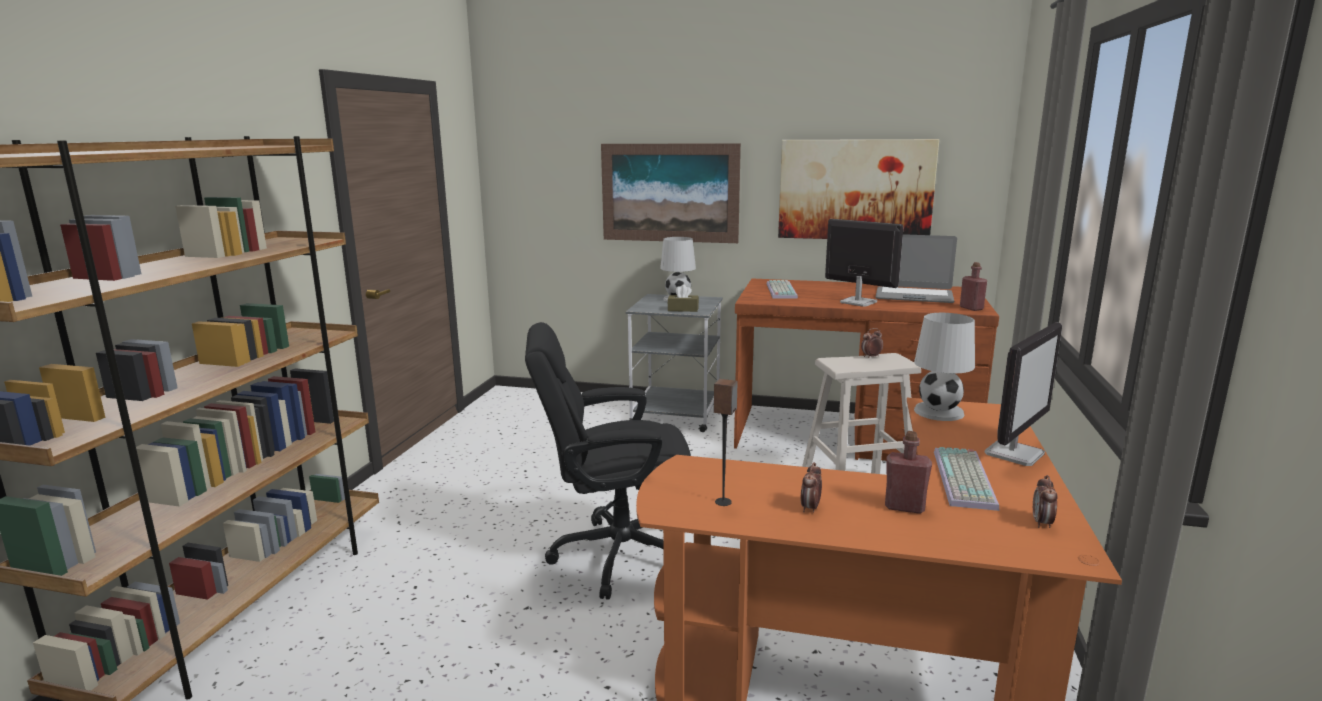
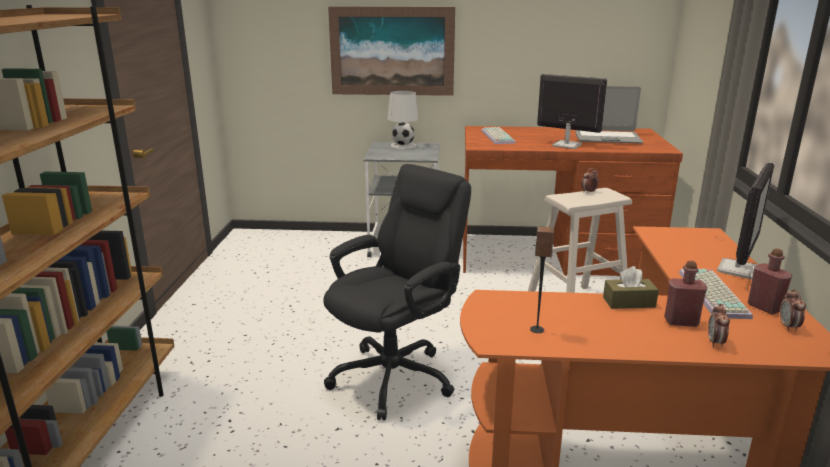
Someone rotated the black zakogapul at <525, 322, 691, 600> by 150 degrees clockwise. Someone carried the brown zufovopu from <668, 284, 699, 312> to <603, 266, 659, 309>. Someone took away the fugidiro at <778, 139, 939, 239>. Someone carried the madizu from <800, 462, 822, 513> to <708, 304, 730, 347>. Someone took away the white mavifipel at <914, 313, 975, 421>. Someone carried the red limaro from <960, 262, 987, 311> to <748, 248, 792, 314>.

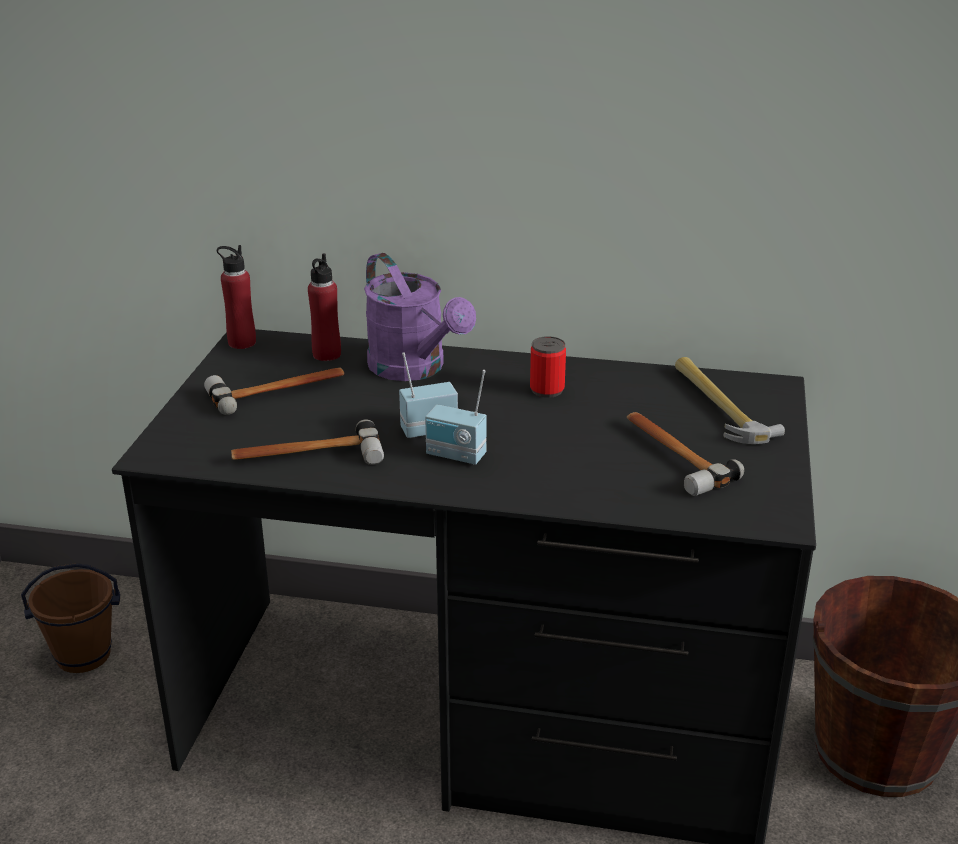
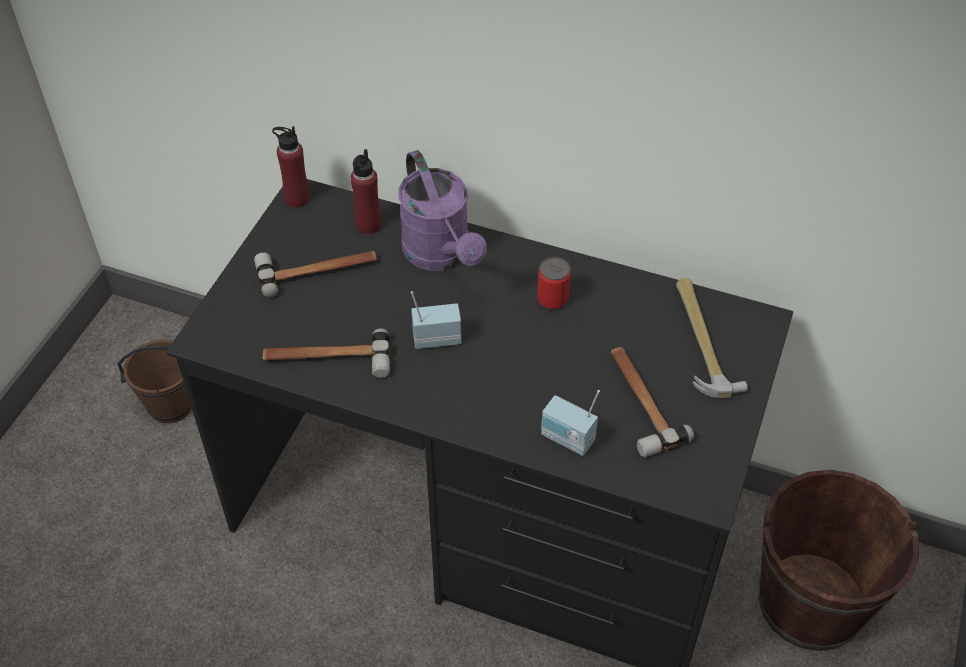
Someone carried the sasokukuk from <425, 370, 487, 465> to <541, 390, 600, 456>.

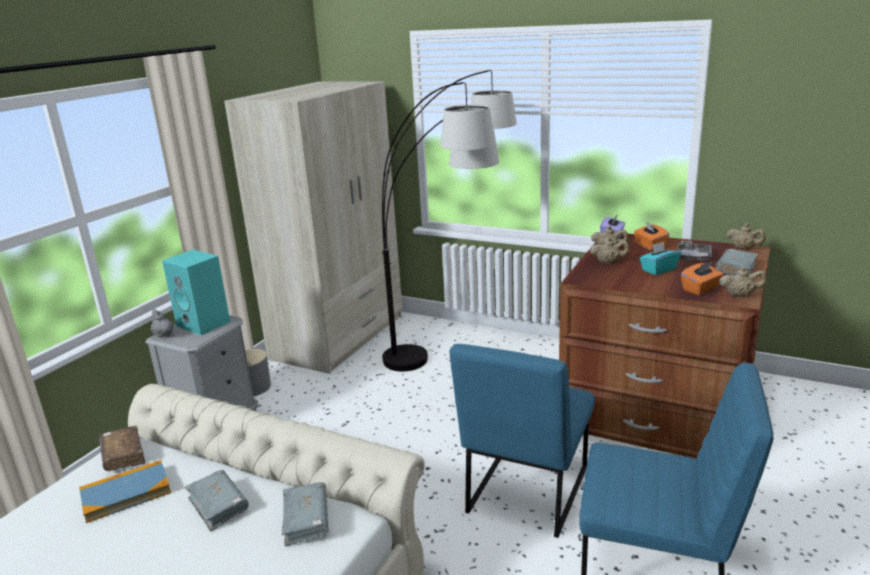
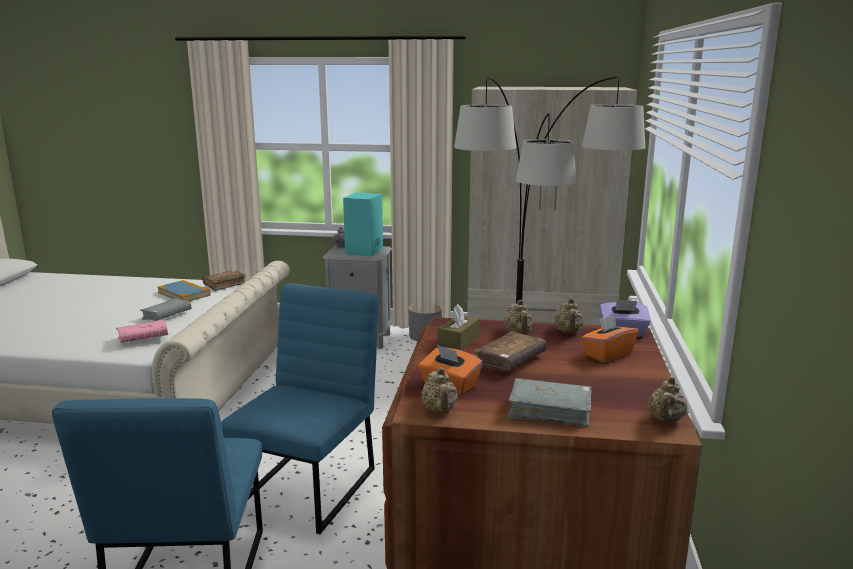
Someone repainted the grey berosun at <282, 482, 328, 546>, which became the pink berosun at <116, 320, 169, 343>. Someone rotated the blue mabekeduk at <450, 344, 595, 538> by 105 degrees clockwise. Someone swapped the turquoise zufovopu at <639, 242, 681, 275> for the brown berosun at <473, 331, 547, 371>. Someone took away the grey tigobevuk at <677, 241, 712, 262>. Someone put down the brown zufovopu at <438, 304, 480, 350>.

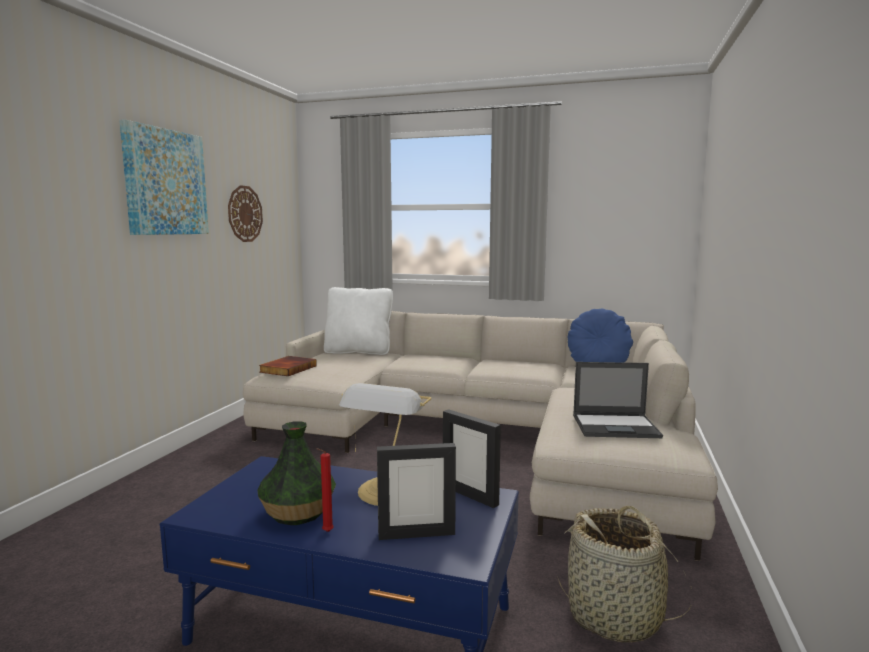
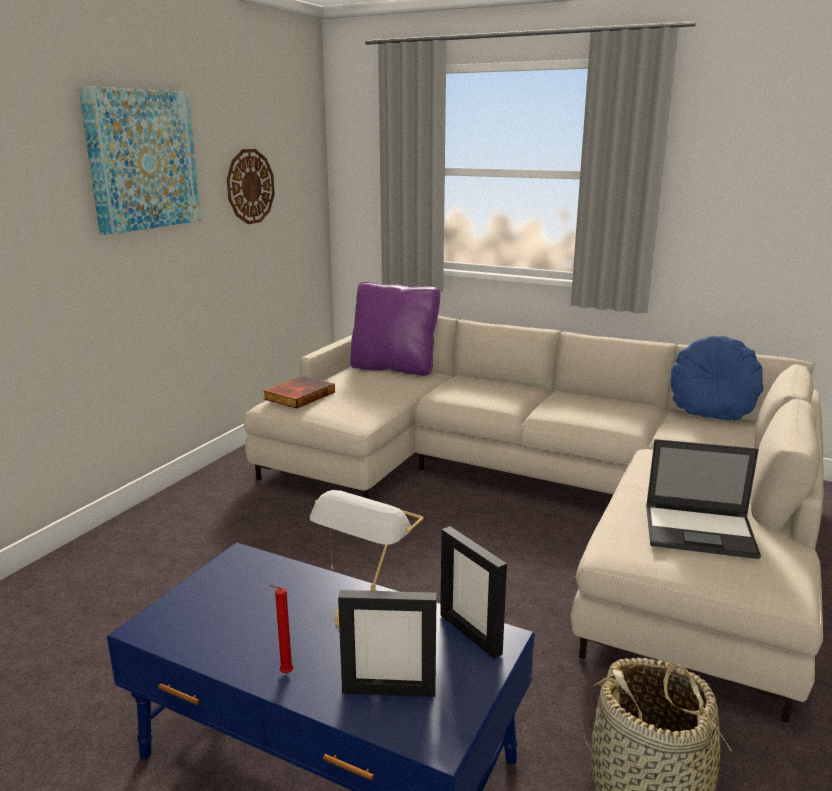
Someone took away the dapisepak at <257, 421, 336, 525>. Someone repainted the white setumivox at <324, 287, 393, 355>, which became the purple setumivox at <350, 282, 440, 376>.

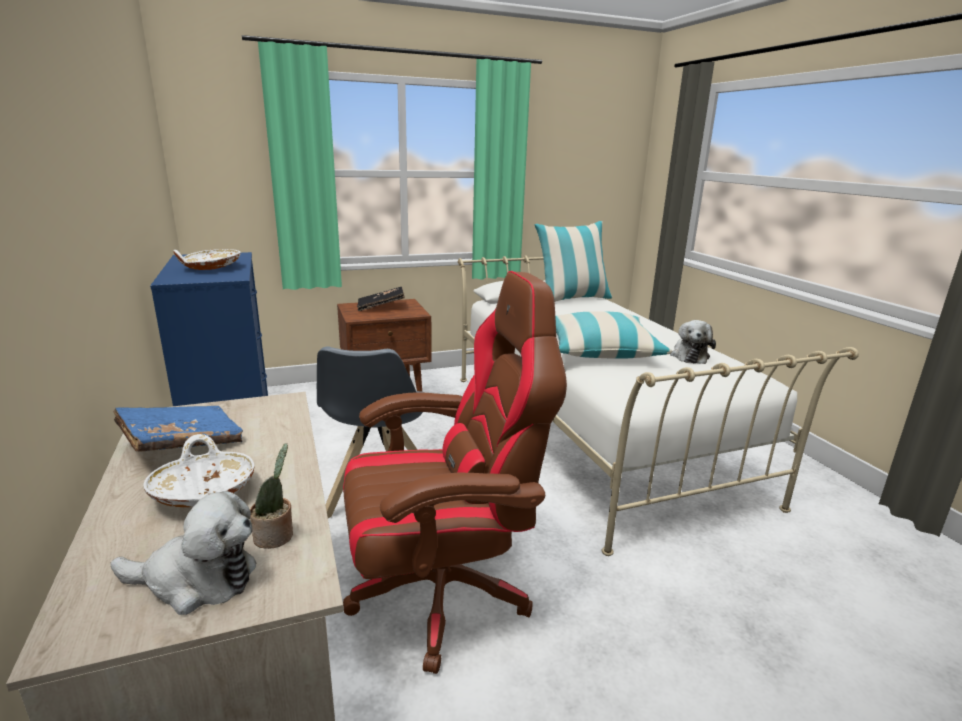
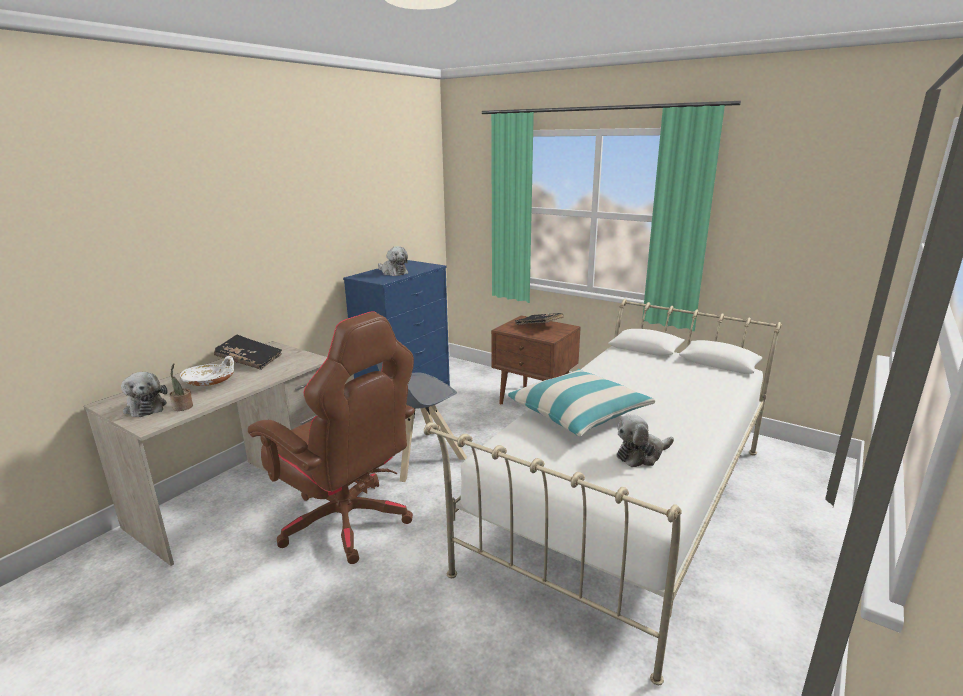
Someone repainted the blue berosun at <113, 406, 243, 452>, which became the black berosun at <214, 335, 282, 370>. Someone swapped the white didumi at <173, 249, 241, 270> for the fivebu at <378, 246, 408, 276>. Someone took away the setumivox at <534, 221, 613, 302>.

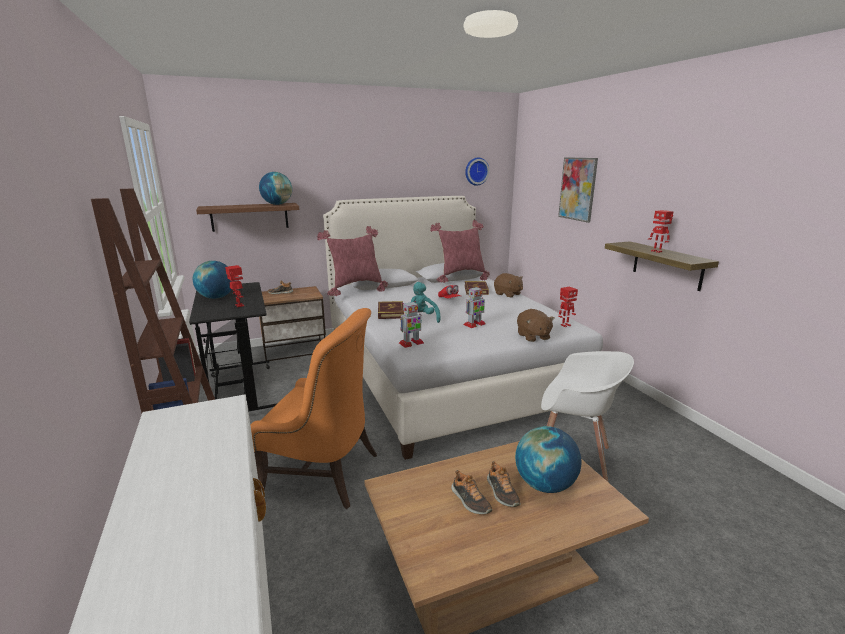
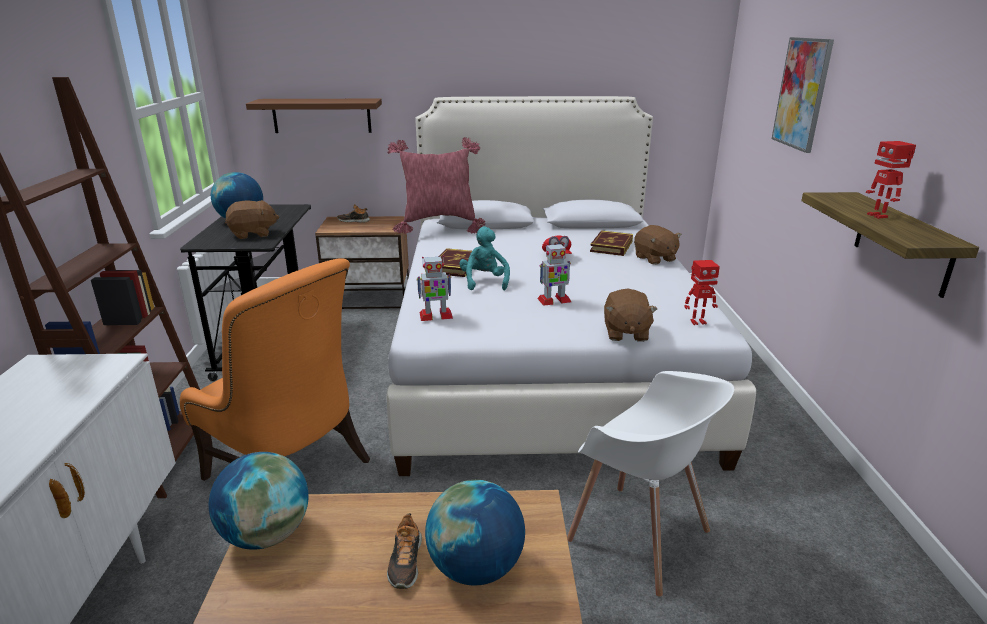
Someone swapped the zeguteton at <225, 265, 244, 307> for the brown fivebu at <225, 200, 279, 239>. Someone carried the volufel from <259, 172, 292, 205> to <209, 452, 309, 550>. Someone took away the red setumivox at <430, 220, 490, 283>. Someone took away the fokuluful at <451, 470, 492, 514>. Someone took away the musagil at <465, 158, 489, 186>.

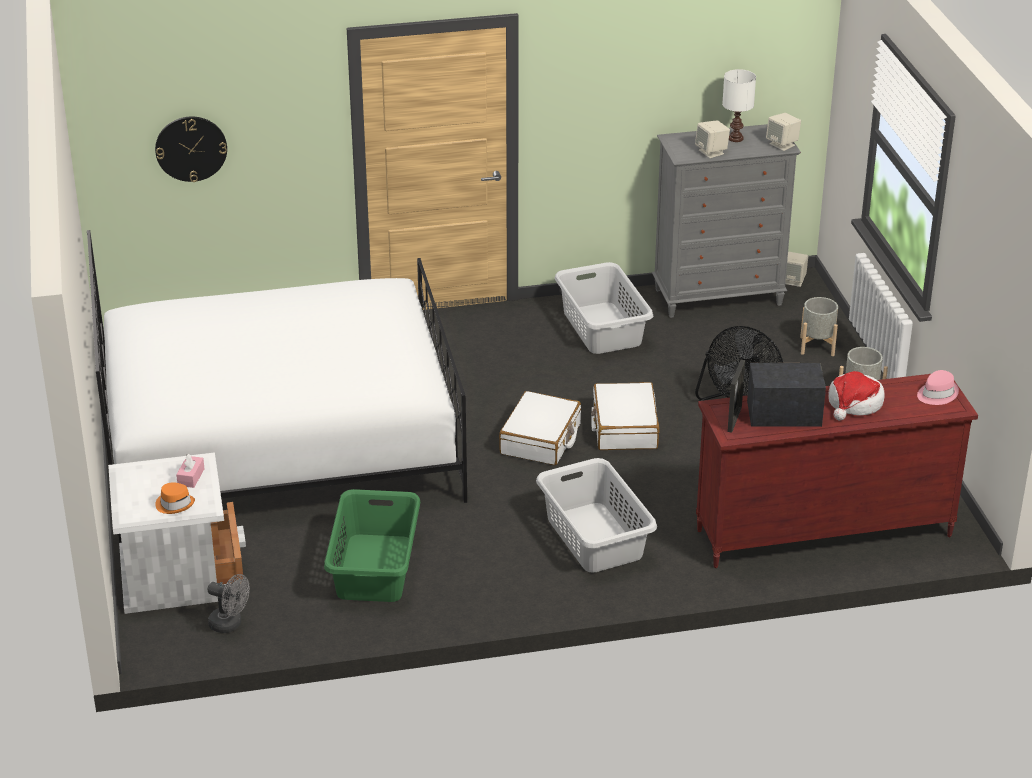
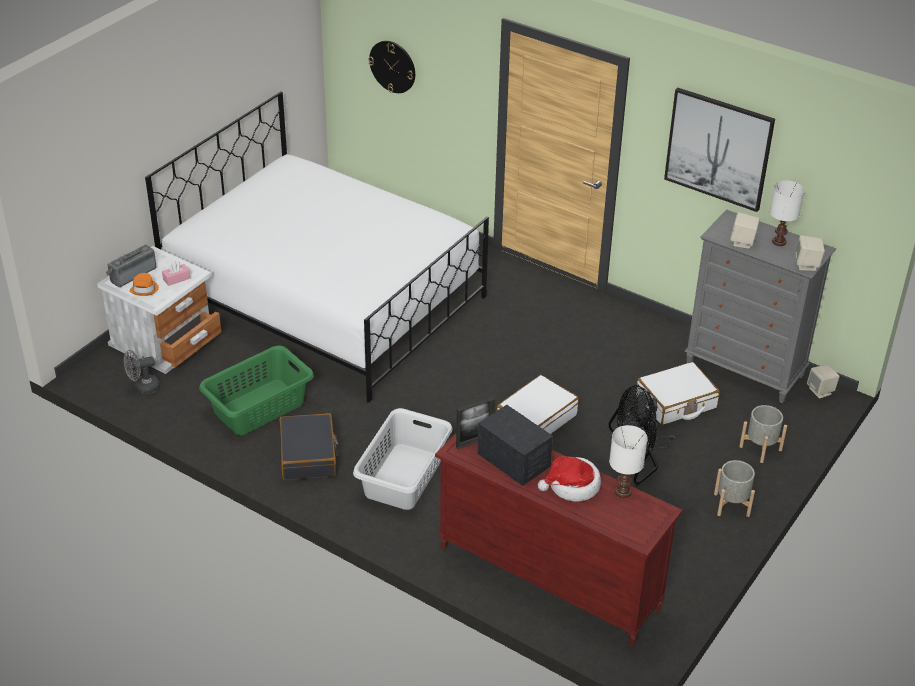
Someone rotated the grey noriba at <208, 574, 250, 633> by 90 degrees clockwise. Someone carried the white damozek from <499, 391, 581, 465> to <636, 362, 720, 425>. Someone took away the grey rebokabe at <555, 262, 653, 354>. Someone took away the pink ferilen at <917, 370, 959, 405>. Someone put down the sasokukuk at <106, 245, 157, 287>. Someone put down the black damozek at <279, 413, 338, 480>. Someone put down the white mavifipel at <609, 425, 648, 498>. Someone put up the fugidiro at <664, 88, 775, 212>.

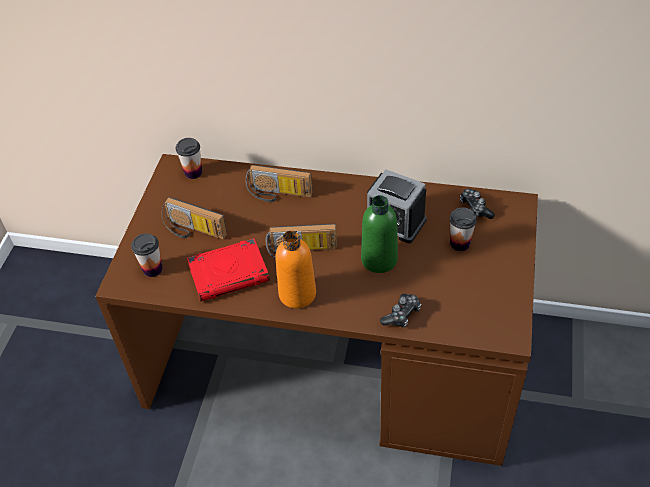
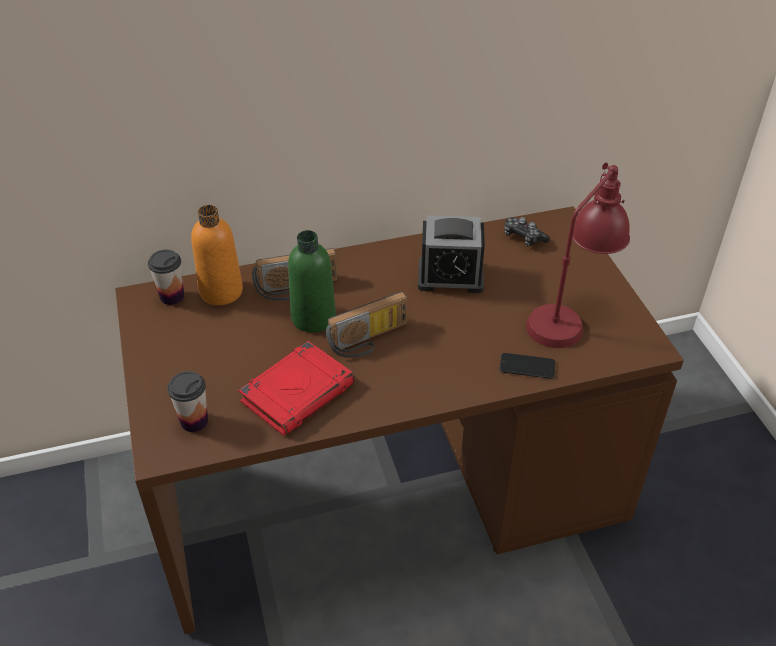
Someone took away the sasokukuk at <162, 197, 227, 239>. Someone carried the orange limaro from <275, 231, 316, 309> to <191, 205, 243, 305>. Someone carried the green limaro from <361, 195, 398, 273> to <288, 230, 336, 333>. Someone swapped the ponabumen at <380, 294, 421, 328> for the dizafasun at <499, 353, 555, 379>. Someone took away the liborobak at <450, 207, 477, 251>. Someone put down the red mavifipel at <526, 162, 630, 348>.

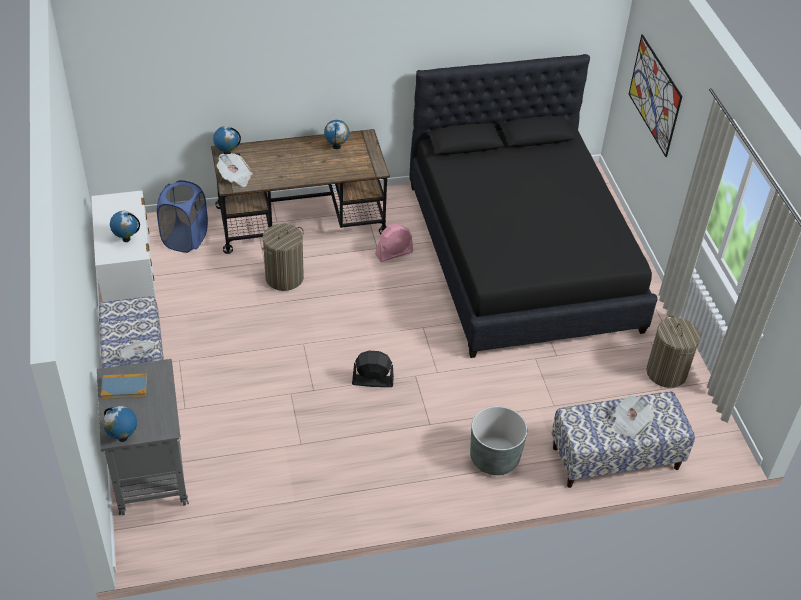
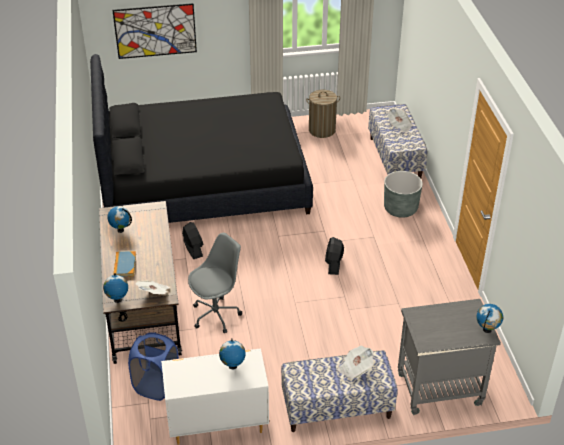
Someone carried the berosun from <101, 373, 147, 399> to <113, 251, 136, 277>. Someone swapped the rebokabe at <262, 223, 304, 291> for the grey zakogapul at <188, 233, 242, 333>. Someone repainted the pink noriba at <375, 223, 413, 262>, which became the black noriba at <182, 222, 203, 259>.

